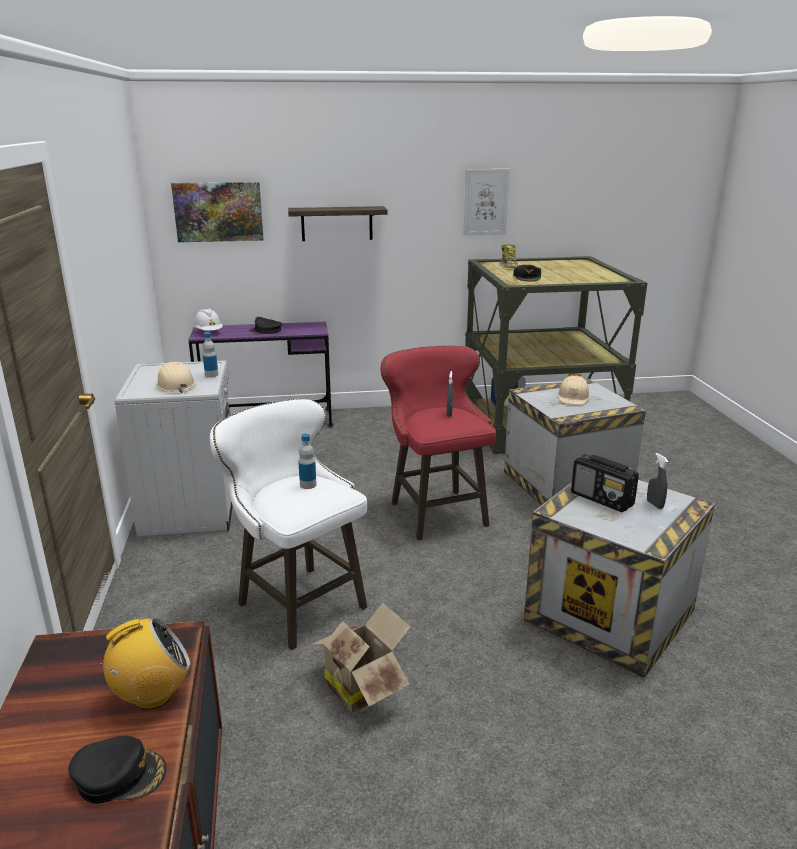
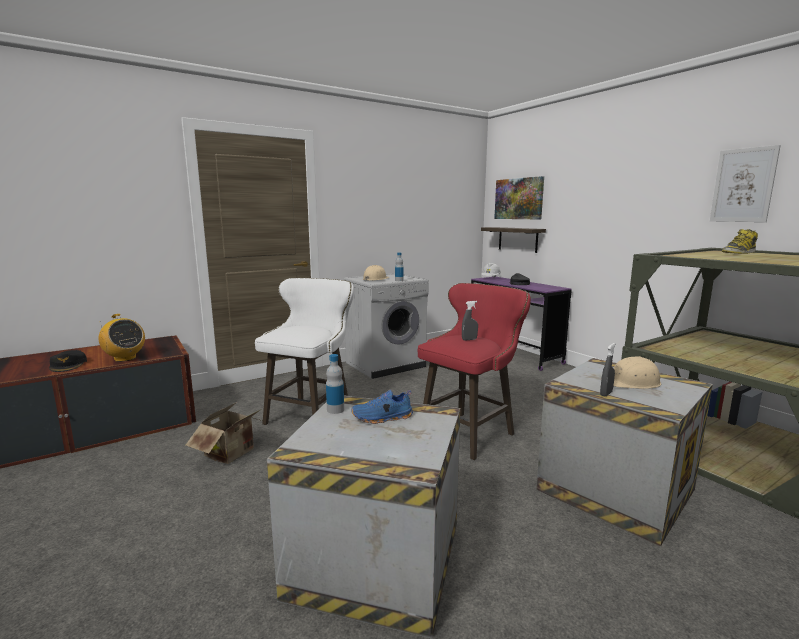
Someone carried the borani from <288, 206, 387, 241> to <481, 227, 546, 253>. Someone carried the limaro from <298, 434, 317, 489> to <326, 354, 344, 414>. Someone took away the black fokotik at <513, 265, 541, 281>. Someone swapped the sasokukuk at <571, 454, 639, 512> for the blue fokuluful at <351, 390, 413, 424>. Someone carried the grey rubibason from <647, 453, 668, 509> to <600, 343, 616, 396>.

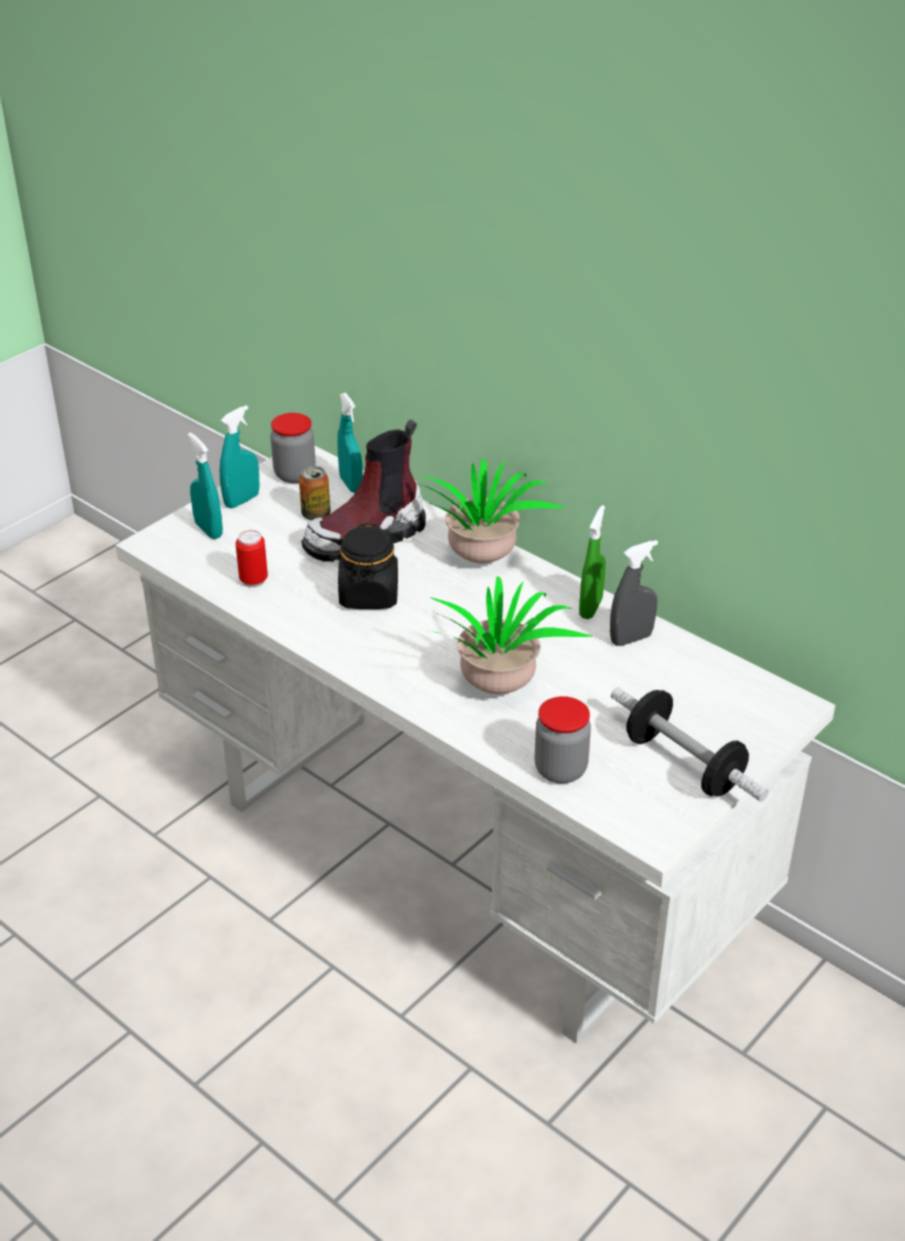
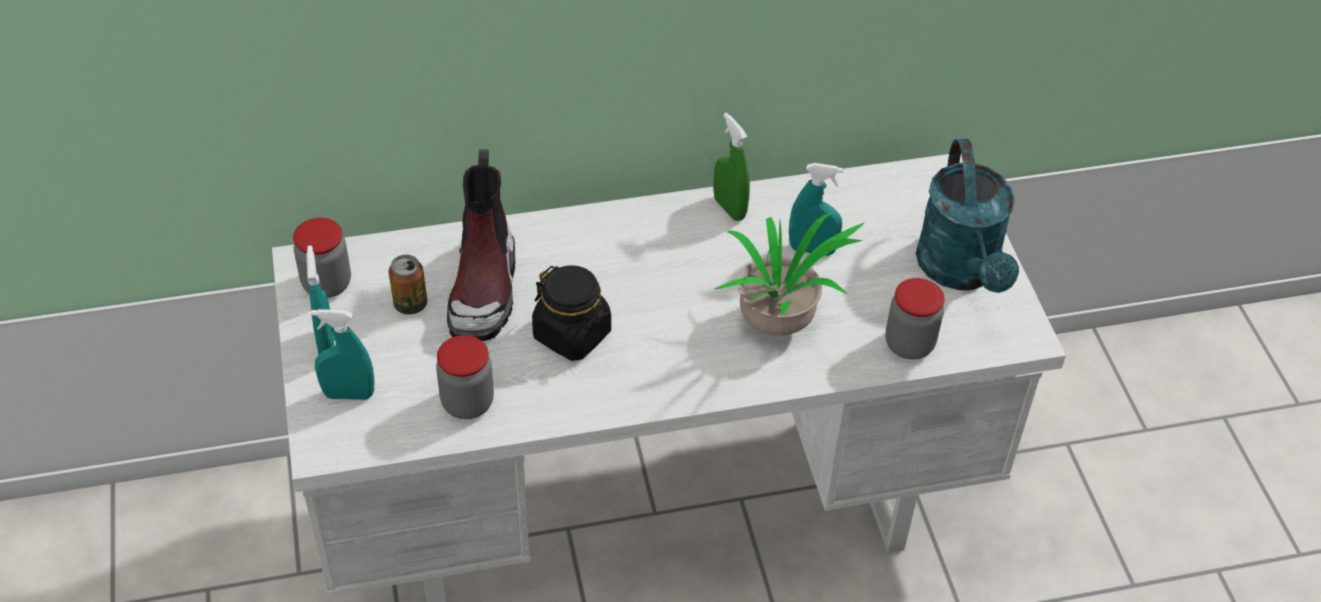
Someone swapped the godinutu at <236, 530, 268, 588> for the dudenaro at <436, 335, 494, 419>. Someone carried the turquoise rubibason from <337, 393, 363, 493> to <789, 163, 844, 256>. Someone took away the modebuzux at <414, 459, 566, 563>. Someone took away the grey rubibason at <610, 540, 658, 646>. Someone swapped the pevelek at <611, 687, 769, 802> for the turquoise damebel at <916, 139, 1019, 293>.

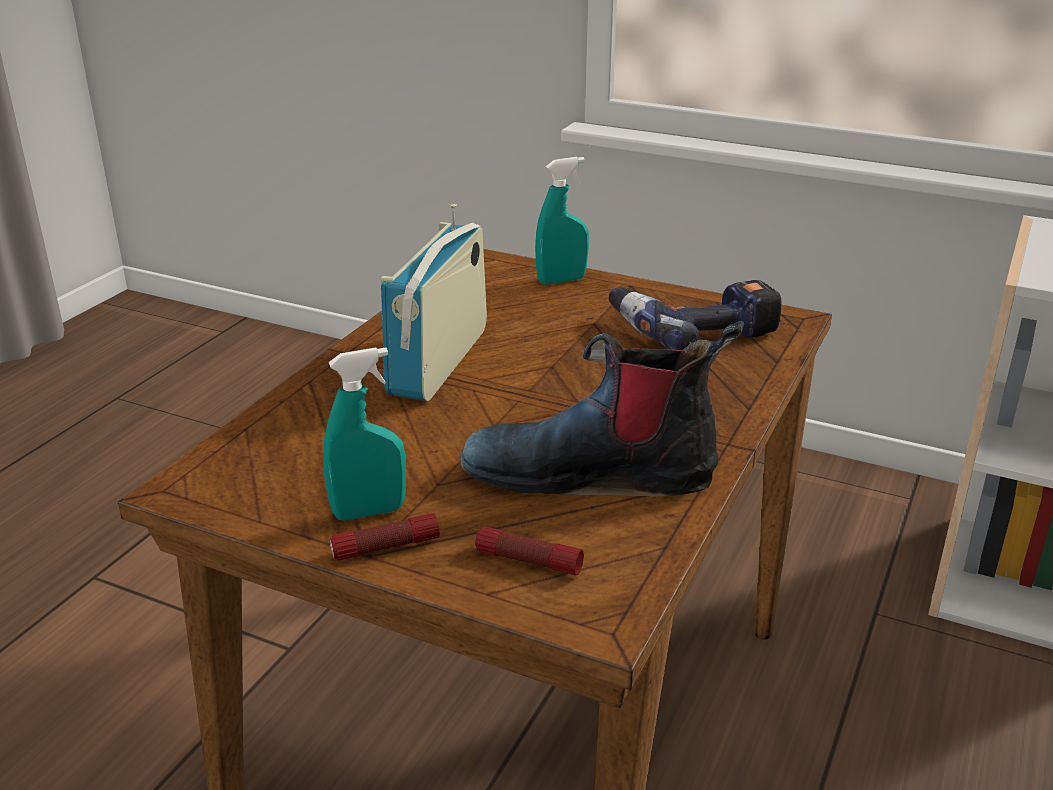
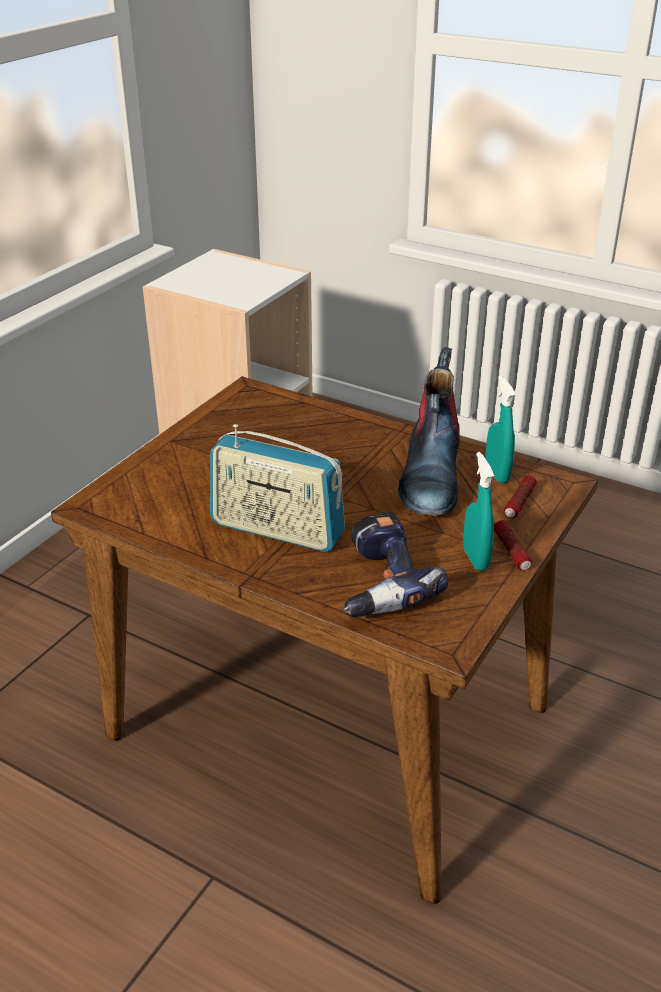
Someone carried the turquoise rubibason from <535, 157, 589, 285> to <486, 376, 516, 483>. Someone carried the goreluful from <609, 280, 782, 350> to <342, 512, 448, 617>.

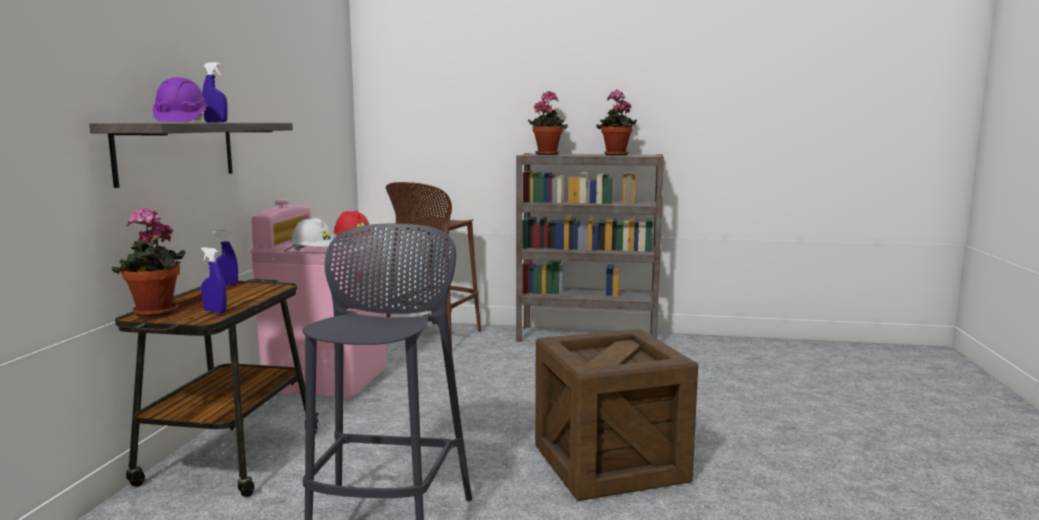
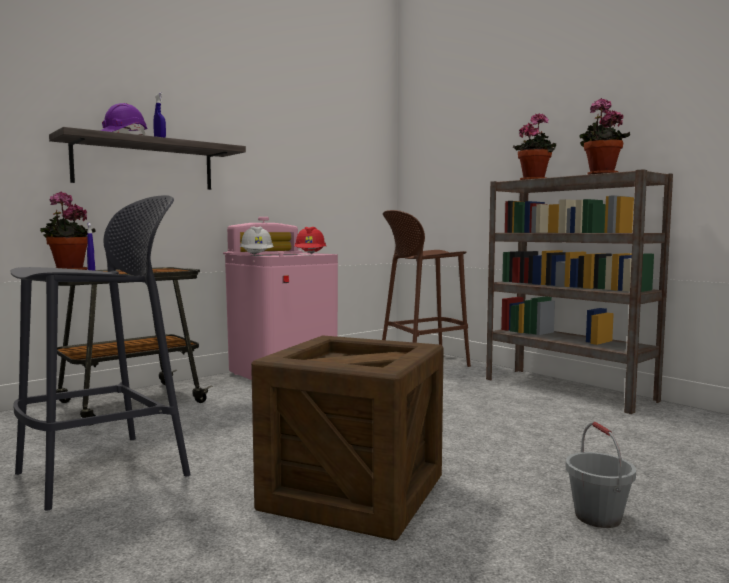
Someone took away the blue rubibason at <212, 230, 238, 286>. Someone put down the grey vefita at <566, 422, 636, 528>.

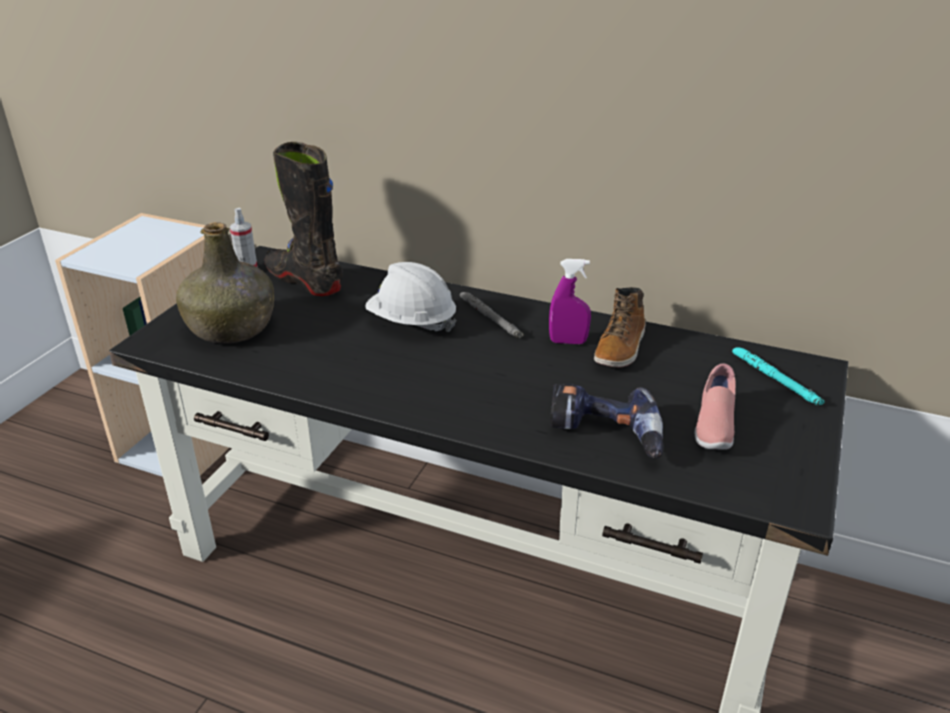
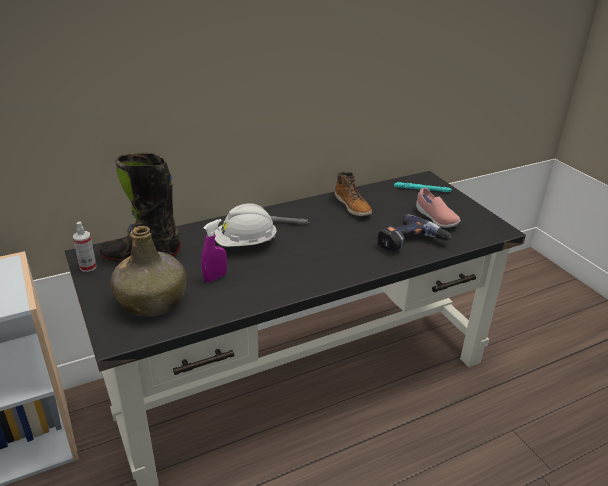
Someone carried the purple rubibason from <549, 259, 591, 344> to <201, 219, 227, 283>.

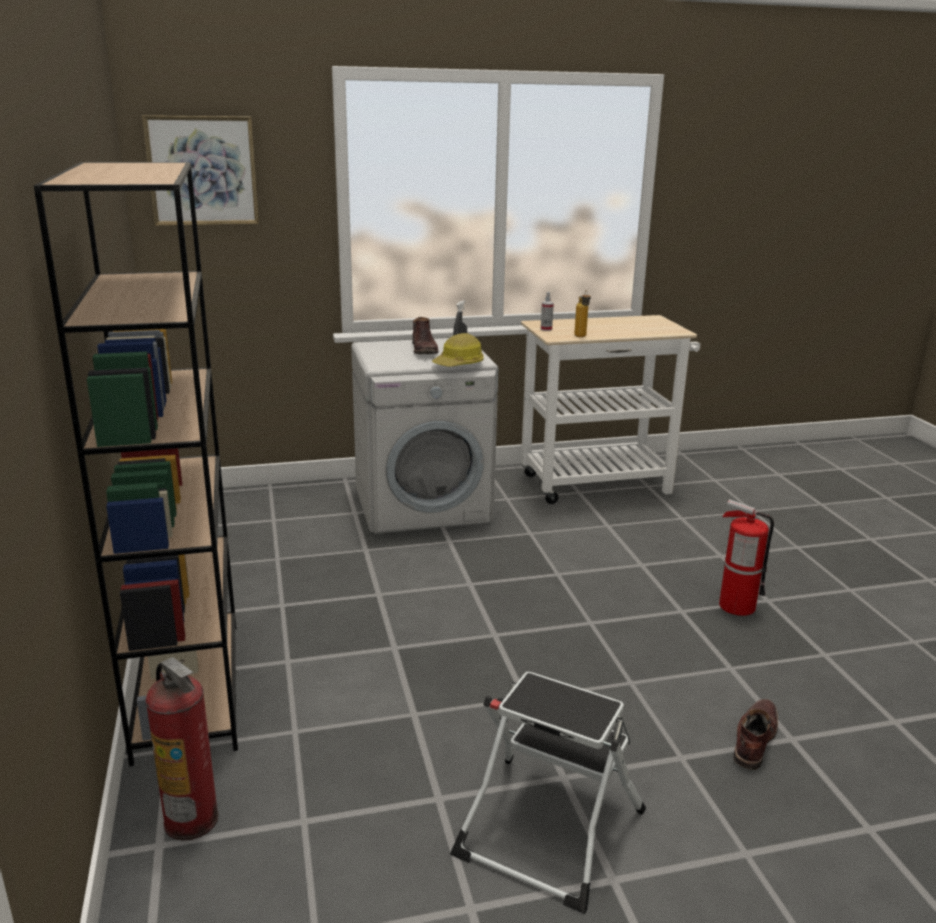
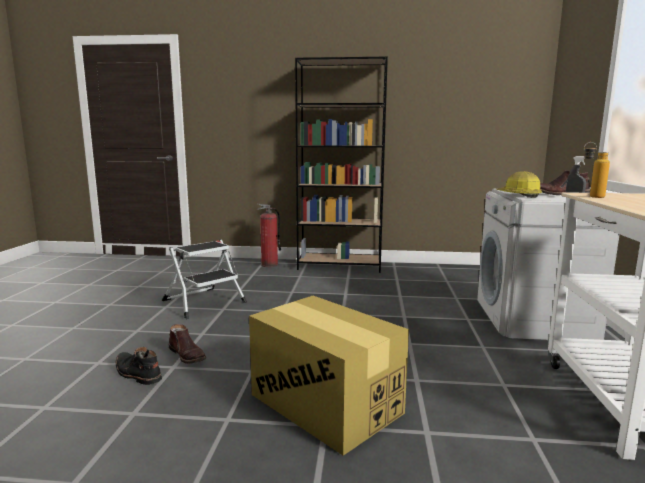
Someone took away the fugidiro at <142, 115, 259, 226>. Someone took away the rubibason at <541, 292, 554, 331>. Someone swapped the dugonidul at <719, 499, 774, 616> for the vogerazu at <249, 296, 409, 456>. Someone put down the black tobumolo at <116, 347, 162, 385>.

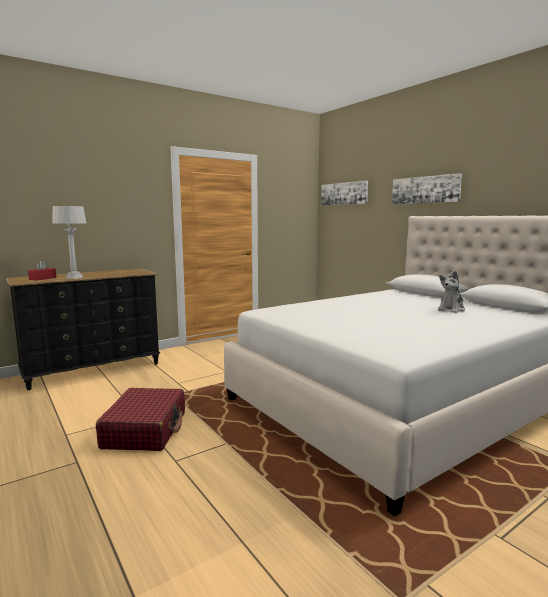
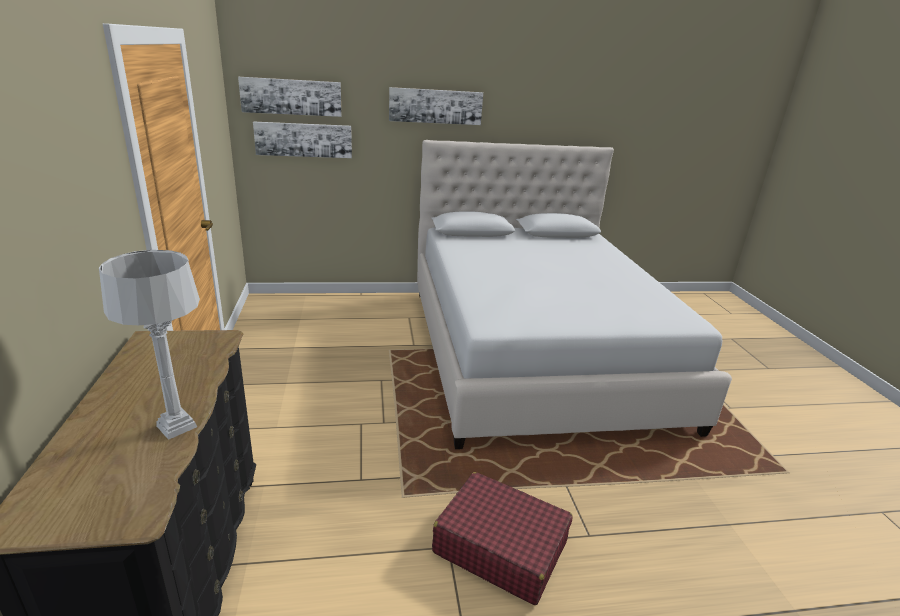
Someone took away the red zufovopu at <28, 260, 56, 280>. Someone took away the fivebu at <438, 271, 465, 313>. Someone put up the fugidiro at <253, 122, 352, 158>.

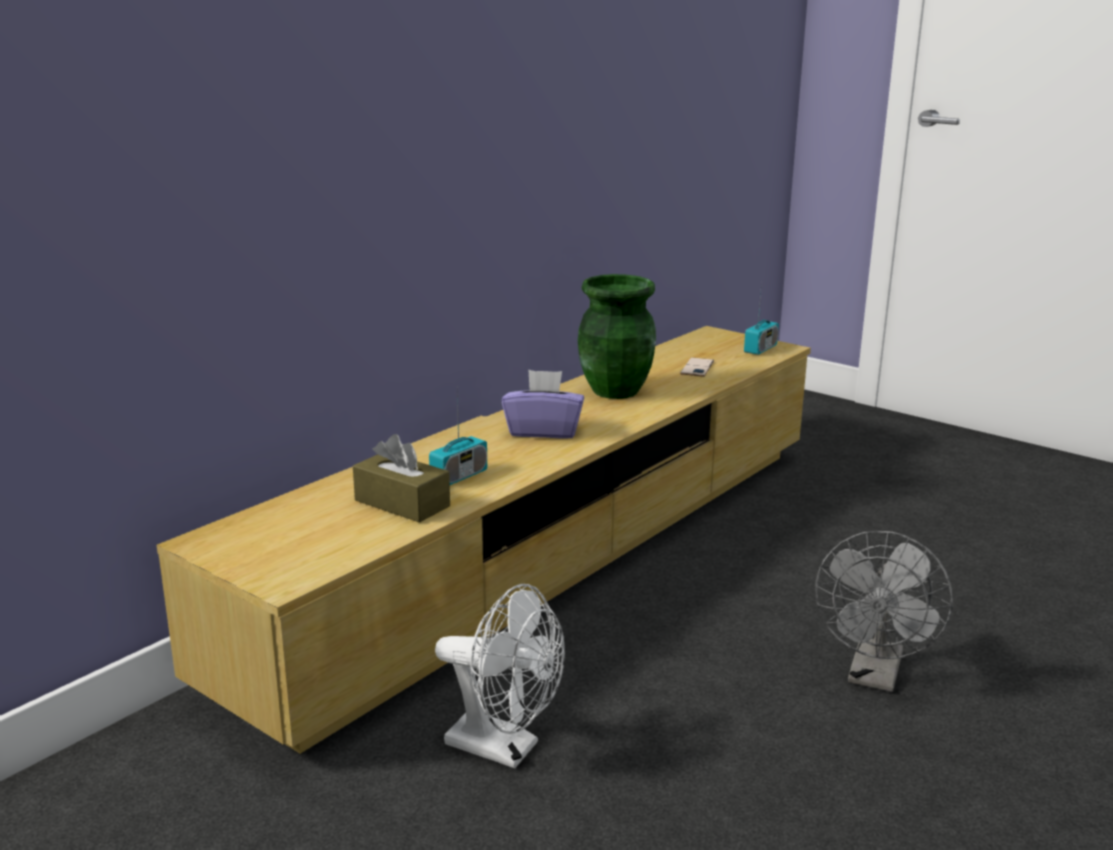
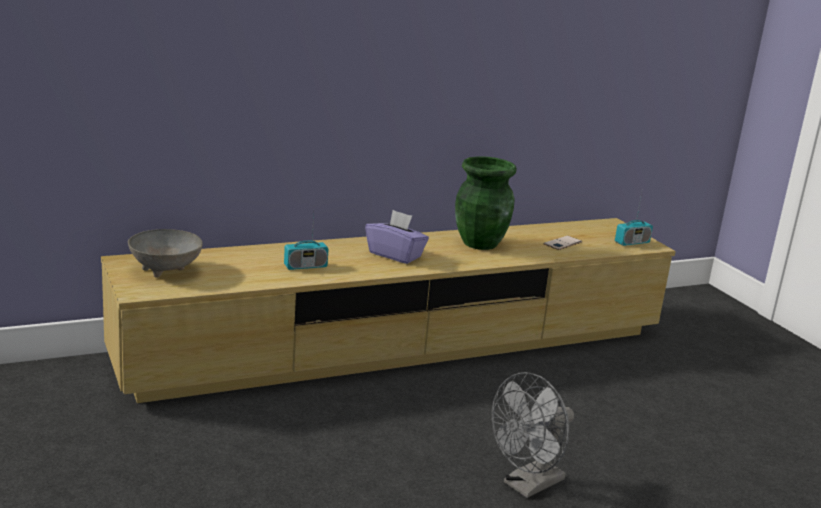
Someone took away the brown zufovopu at <353, 434, 450, 523>. Someone took away the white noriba at <435, 584, 565, 768>. Someone put down the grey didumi at <128, 229, 203, 278>.

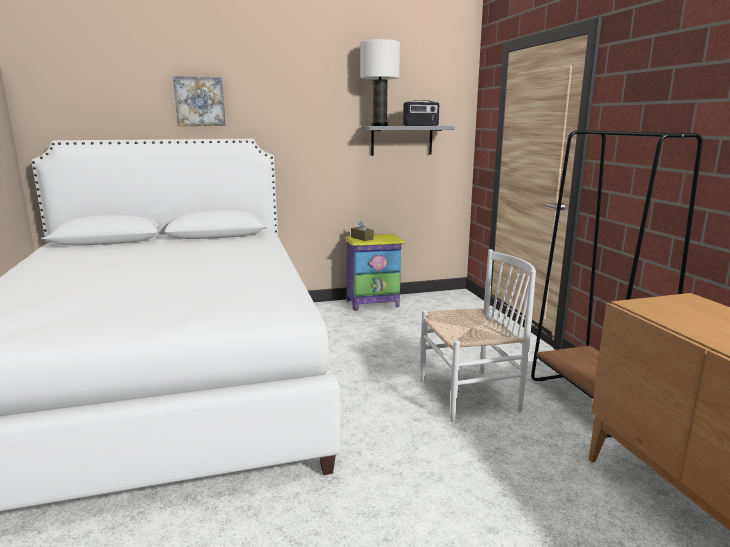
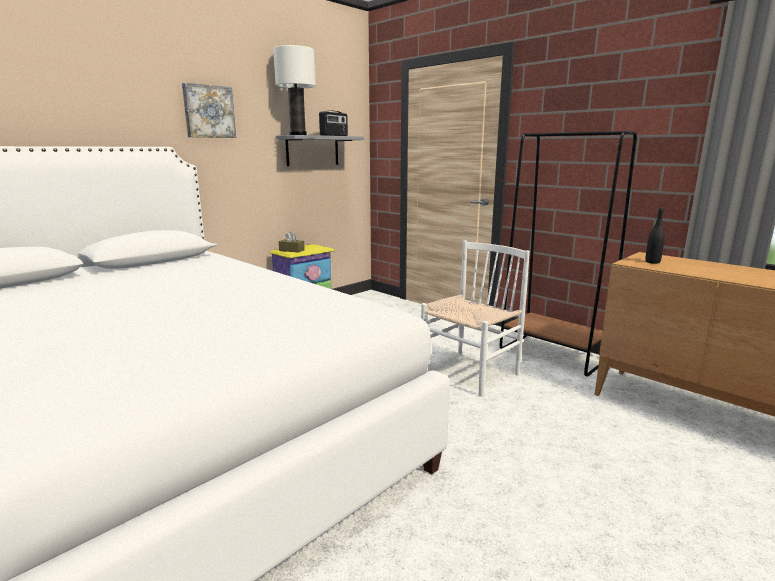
Someone carried the fugidiro from <173, 76, 226, 126> to <182, 83, 236, 138>. Someone put down the black limaro at <645, 207, 665, 264>.

